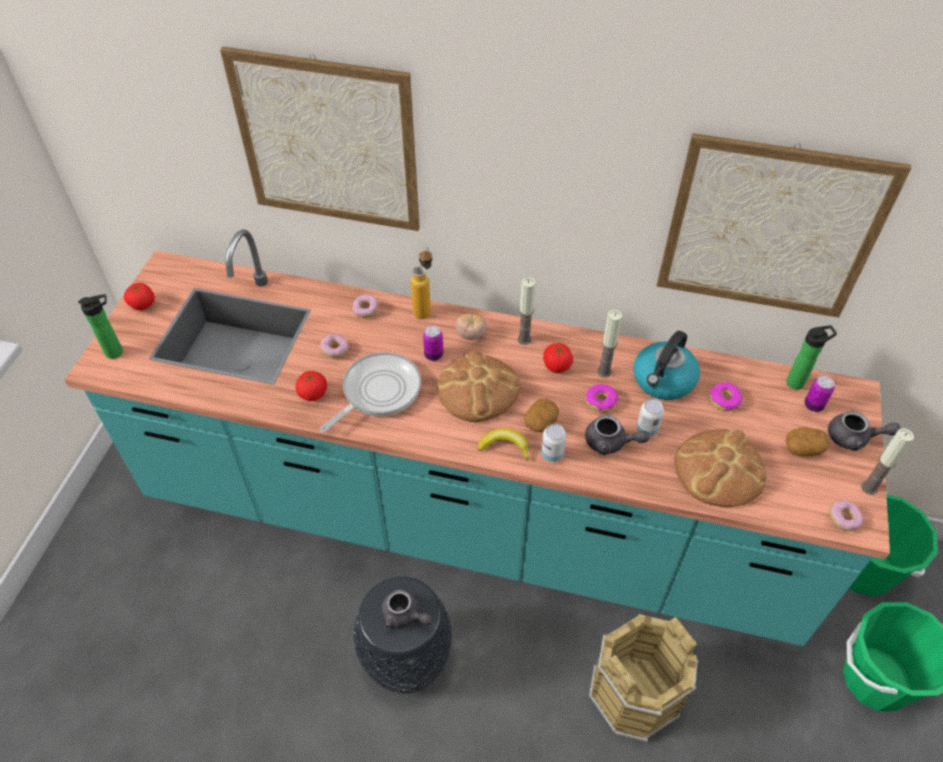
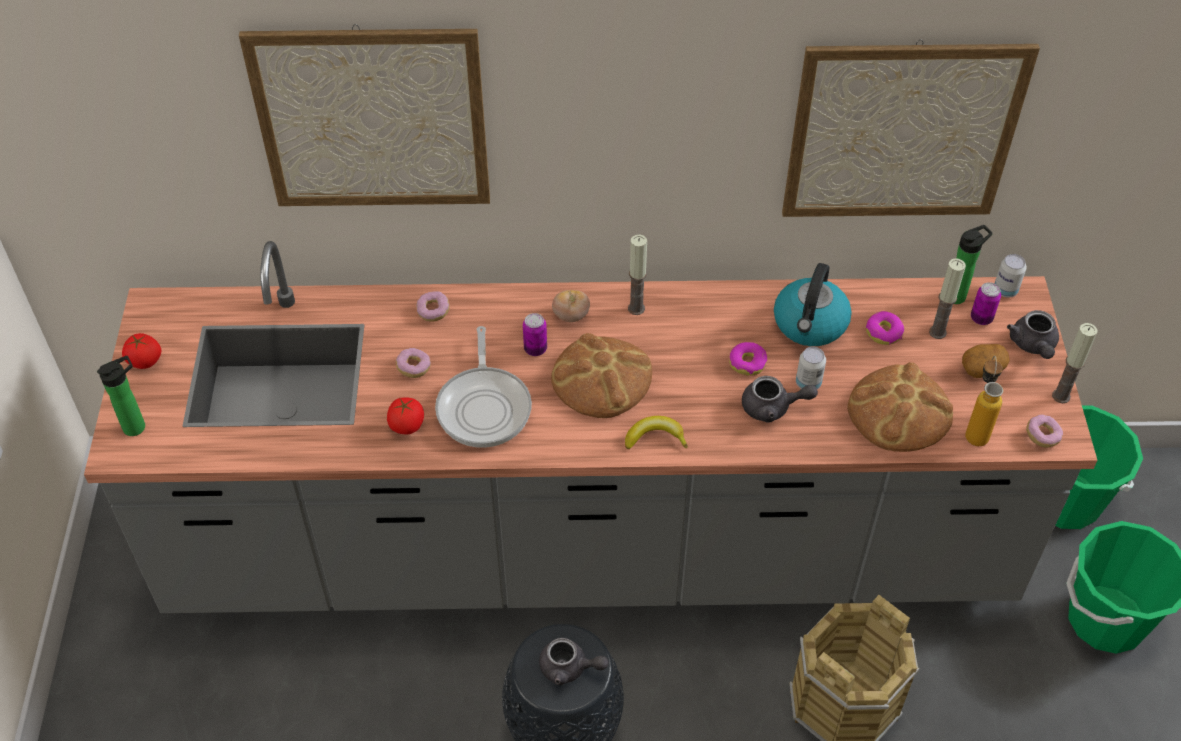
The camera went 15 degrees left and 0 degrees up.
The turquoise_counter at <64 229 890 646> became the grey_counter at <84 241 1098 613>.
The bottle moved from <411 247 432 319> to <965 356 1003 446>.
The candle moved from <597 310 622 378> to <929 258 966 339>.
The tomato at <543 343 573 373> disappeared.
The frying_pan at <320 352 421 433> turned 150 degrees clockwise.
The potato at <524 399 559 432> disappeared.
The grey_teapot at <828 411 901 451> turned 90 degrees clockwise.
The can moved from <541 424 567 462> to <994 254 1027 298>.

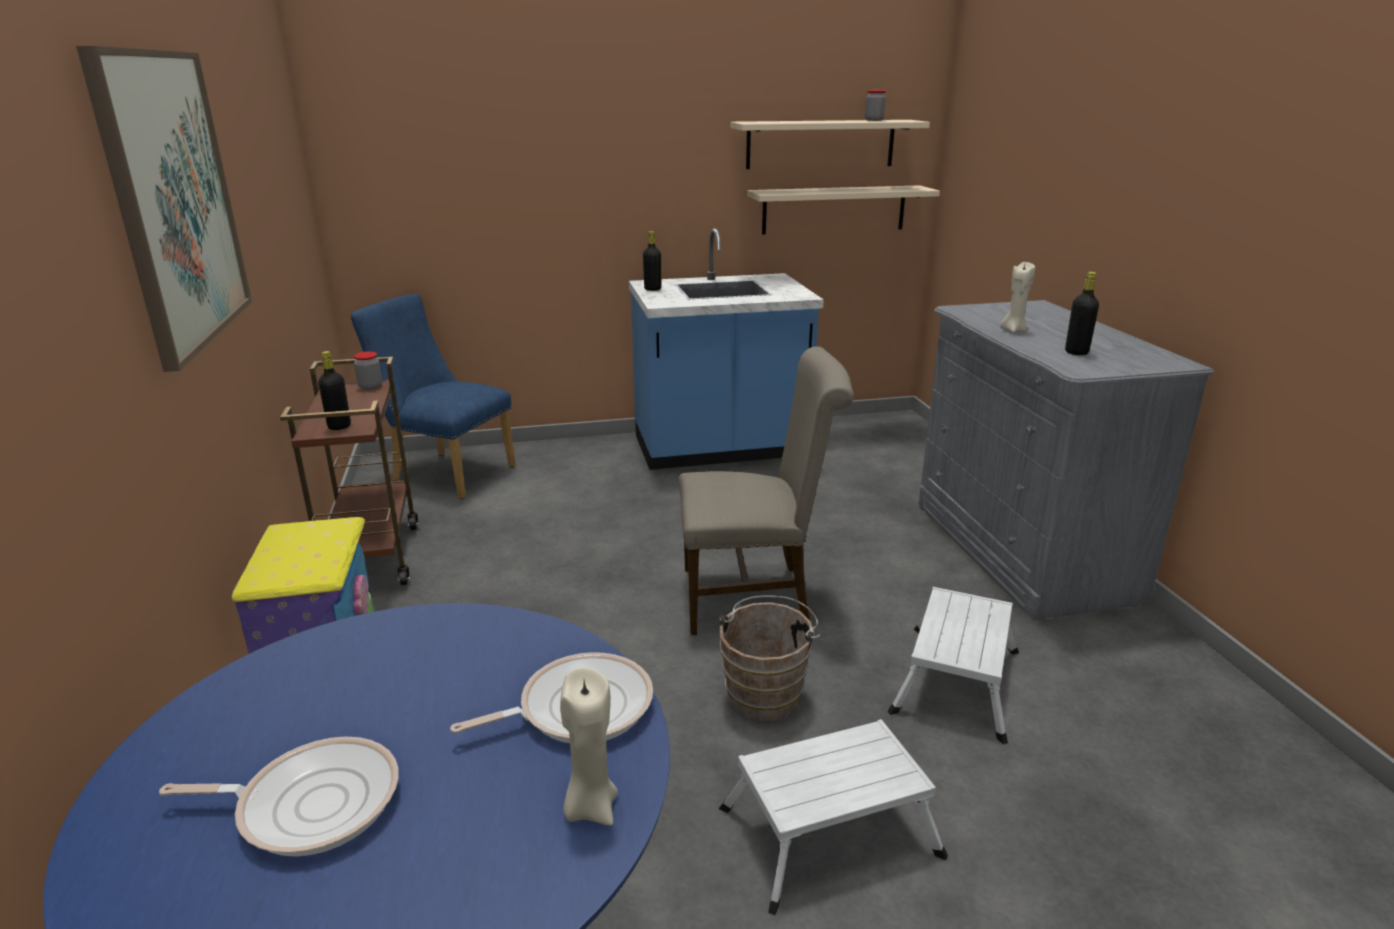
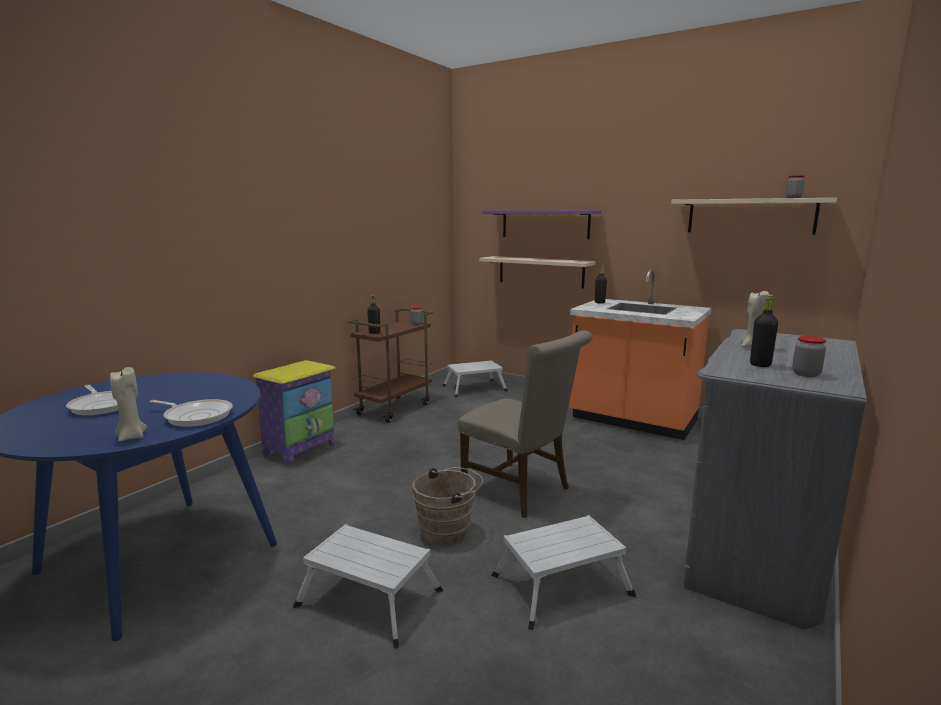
The camera went 45 degrees right and 10 degrees down.
The picture at <76 46 252 372> disappeared.
The beige_shelf moved from <747 185 940 235> to <479 256 595 289>.
The blue_counter at <629 229 824 470> became the orange_counter at <569 269 712 440>.
The blue_chair at <350 294 516 499> was replaced by the white_step_ladder at <443 360 508 398>.
The purple_shelf at <482 210 601 239> appeared.
The jar at <792 336 826 377> appeared.

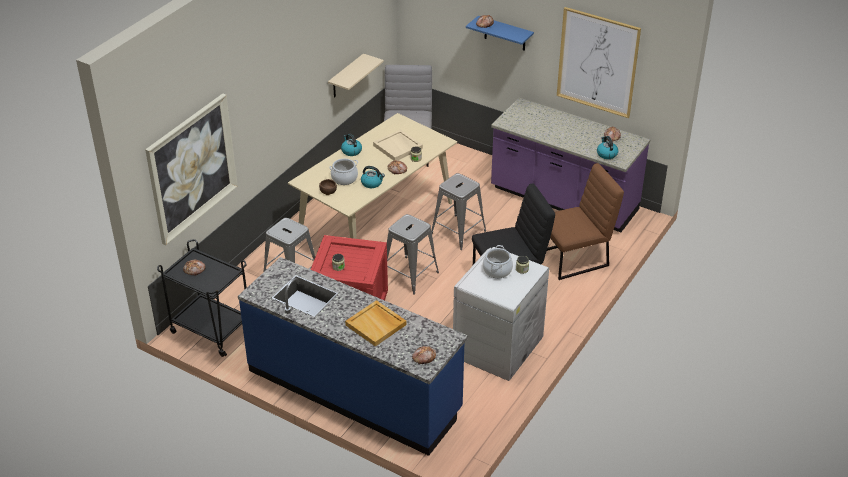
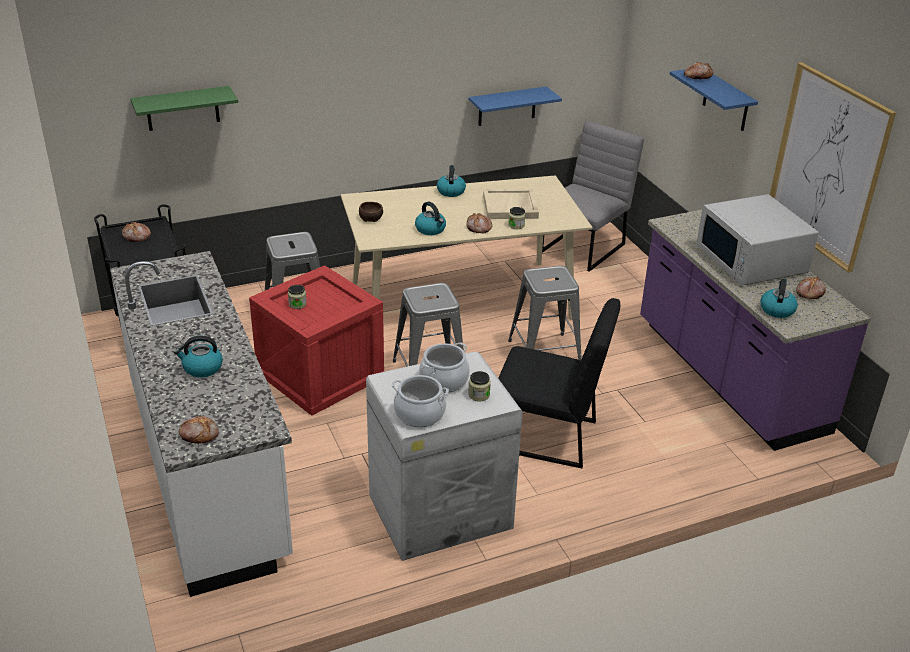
The camera went 35 degrees right and 5 degrees down.
The beige_shelf at <328 54 384 98> became the blue_shelf at <468 86 562 126>.
The picture at <145 94 238 245> was replaced by the green_shelf at <130 86 238 131>.
The cooking_pot moved from <329 158 358 185> to <391 375 449 427>.
The brown_chair at <547 163 624 280> disappeared.
The blue_counter at <238 257 468 456> became the white_counter at <110 251 293 597>.
The beige_tray at <345 300 406 346> was replaced by the kettle at <174 336 223 377>.
The white_microwave at <696 194 819 286> appeared.

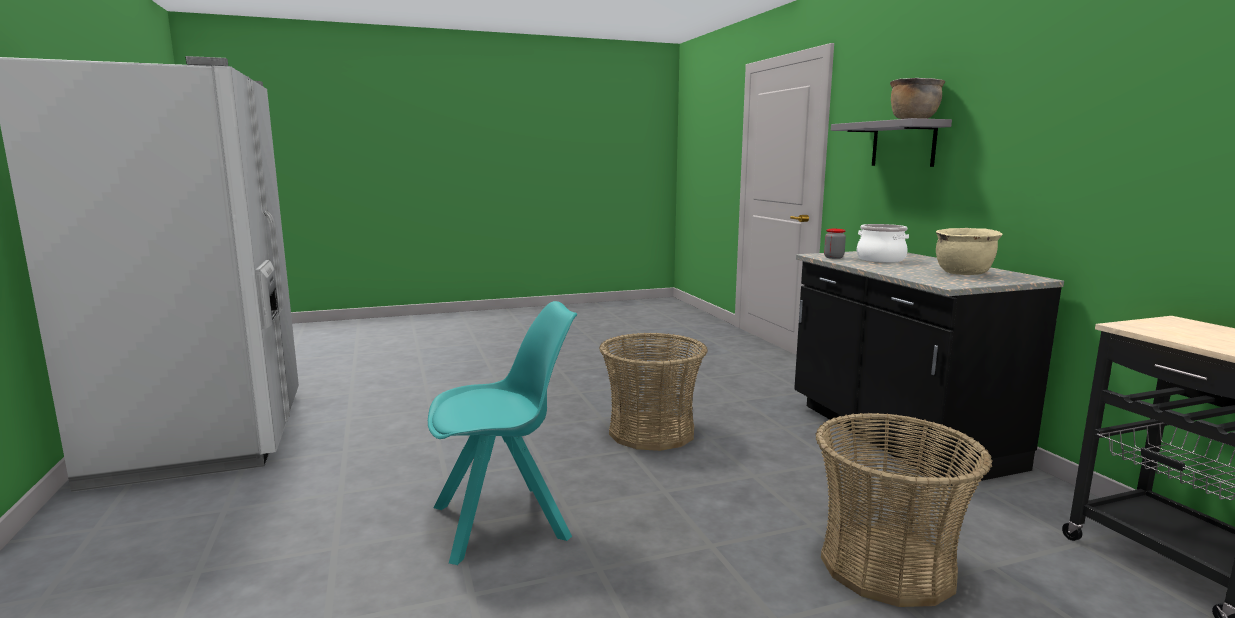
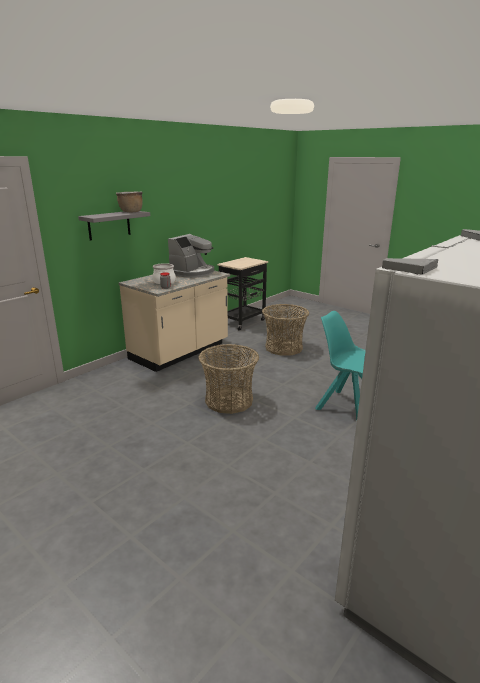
The camera went 120 degrees left and 10 degrees up.
The beige_cooking_pot at <936 228 1002 275> was replaced by the coffee_machine at <168 234 214 278>.
The black_counter at <794 251 1064 486> became the beige_counter at <119 271 230 372>.

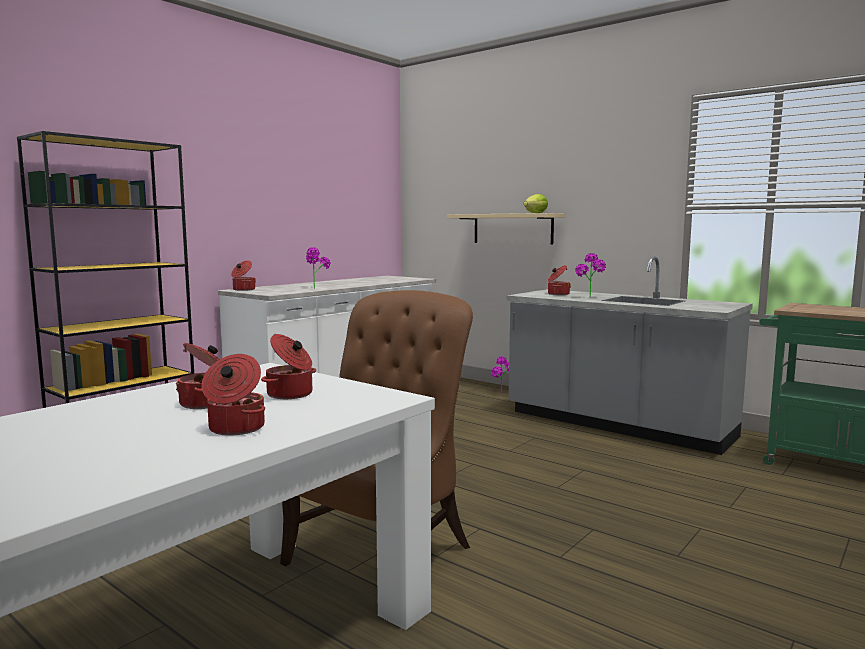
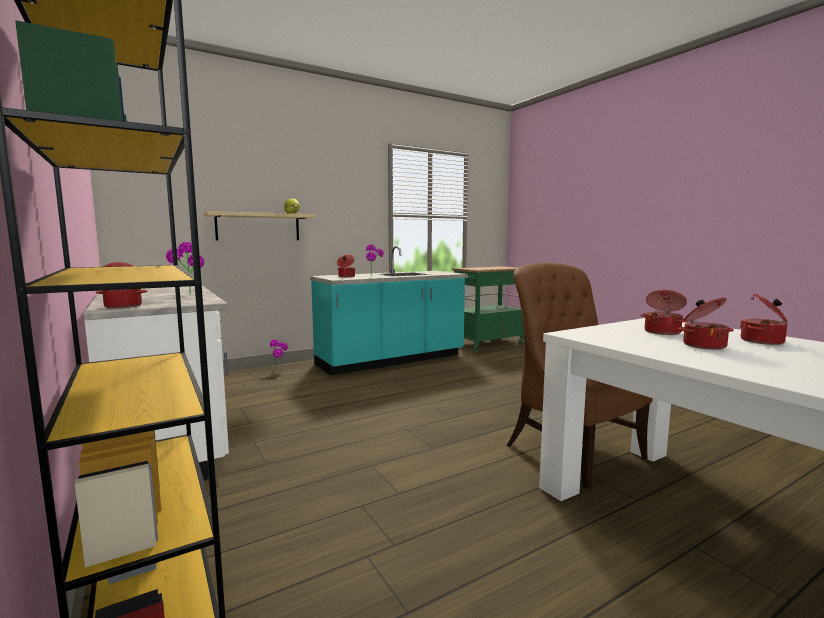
The camera went 70 degrees left and 0 degrees up.
The grey_counter at <506 256 753 455> became the turquoise_counter at <310 246 468 375>.

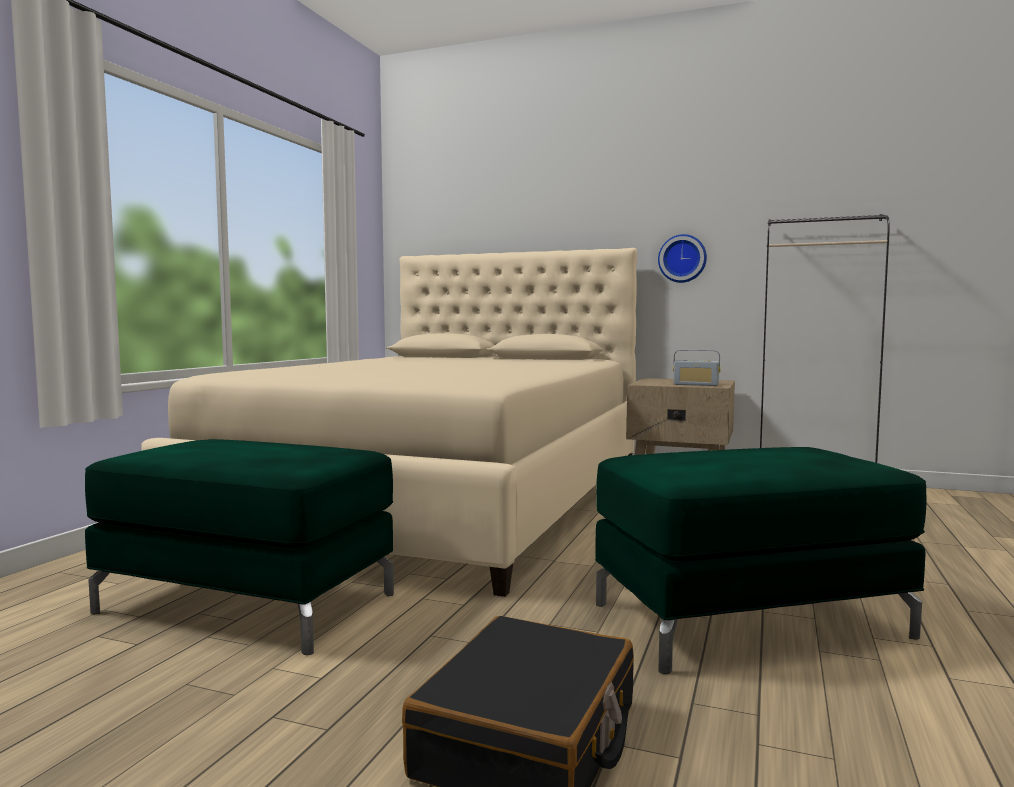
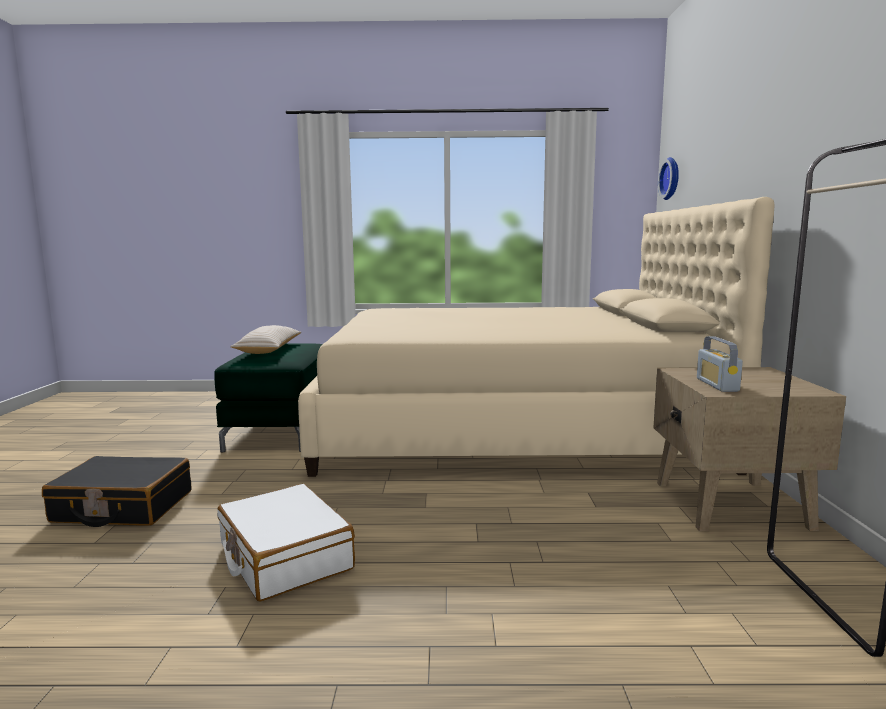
The camera went 70 degrees right and 5 degrees up.
The wall_clock moved from <658 234 707 283> to <658 157 679 200>.
The green_ottoman at <595 447 927 674> was replaced by the white_suitcase at <217 484 355 602>.
The beige_pillow at <231 325 301 354> appeared.

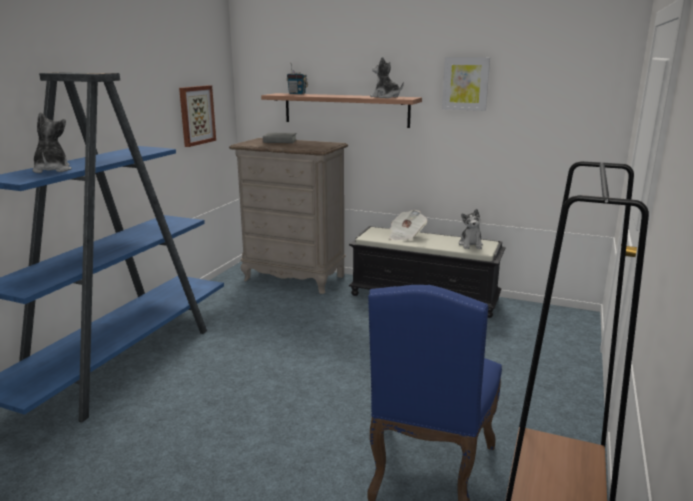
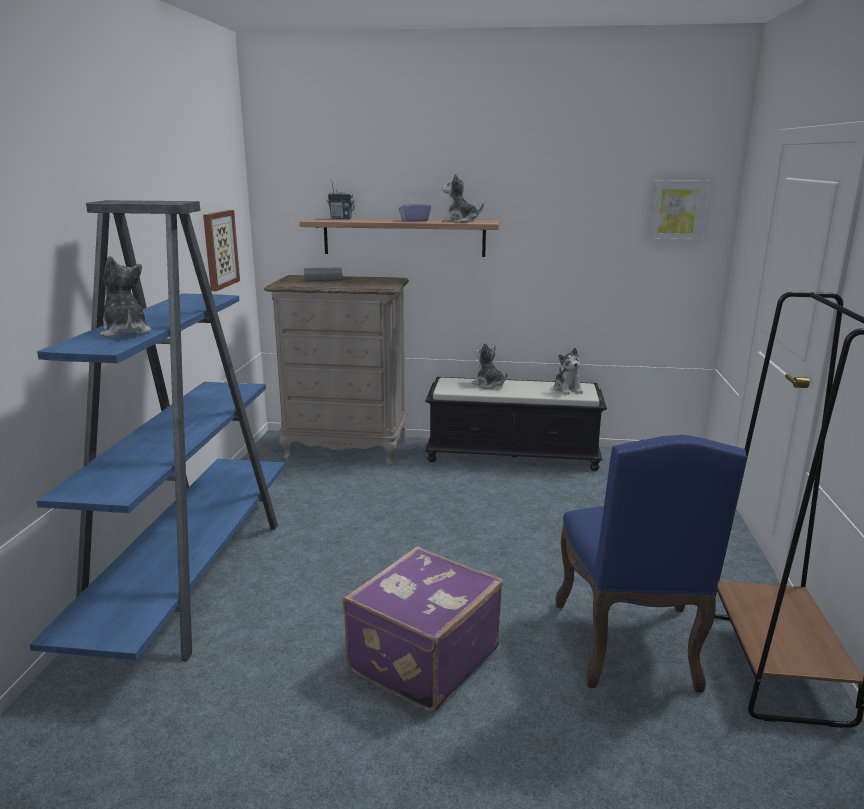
The camera went 15 degrees left and 0 degrees up.
The picture moved from <442 57 490 111> to <648 180 708 242>.
The newspaper at <389 210 427 240> was replaced by the plush_toy at <471 342 507 389>.
The purple_tissue_box at <399 197 431 222> appeared.
The purple_suitcase at <342 546 503 713> appeared.

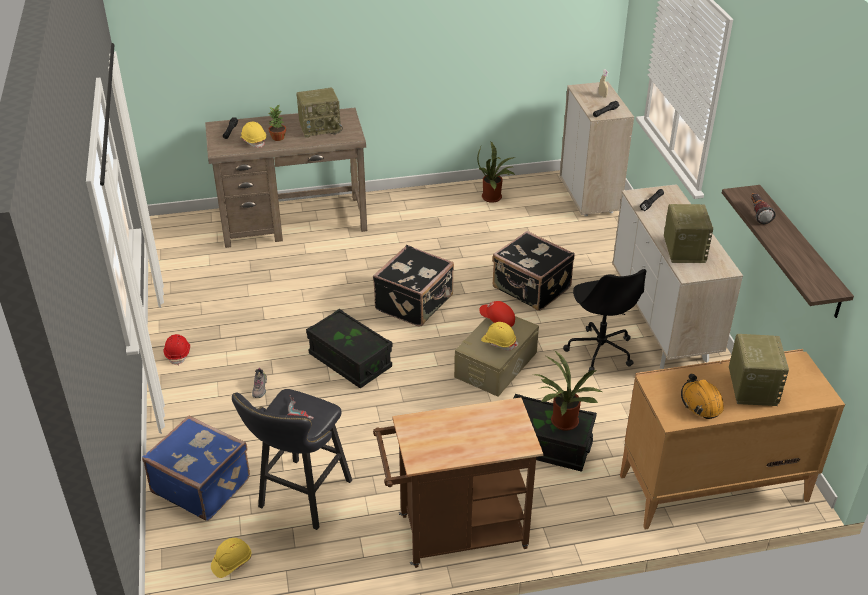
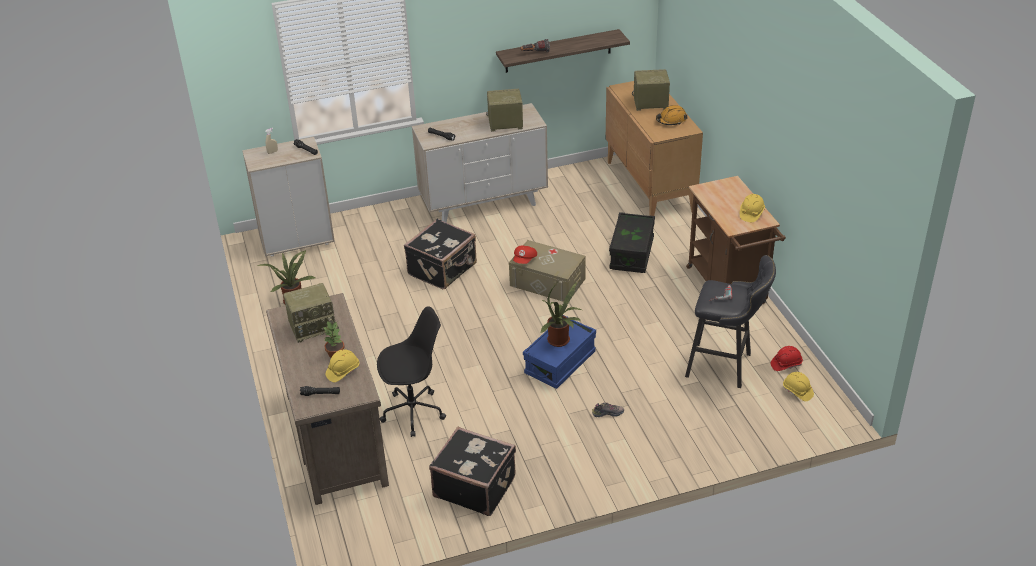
The camera went 95 degrees left and 0 degrees up.
The radio at <296 87 343 138> turned 90 degrees clockwise.
The black_suitcase moved from <373 245 454 327> to <429 427 516 516>.
The black_office_chair moved from <563 269 647 371> to <377 306 446 437>.
The black_storage_box at <306 309 393 388> became the blue_storage_box at <523 315 596 389>.
The yellow_hard_hat moved from <481 322 516 351> to <740 194 765 222>.
The red_hard_hat moved from <163 334 190 366> to <771 346 803 371>.
The potted_plant moved from <534 351 602 431> to <540 282 581 347>.
The blue_suitcase at <142 415 250 521> disappeared.

